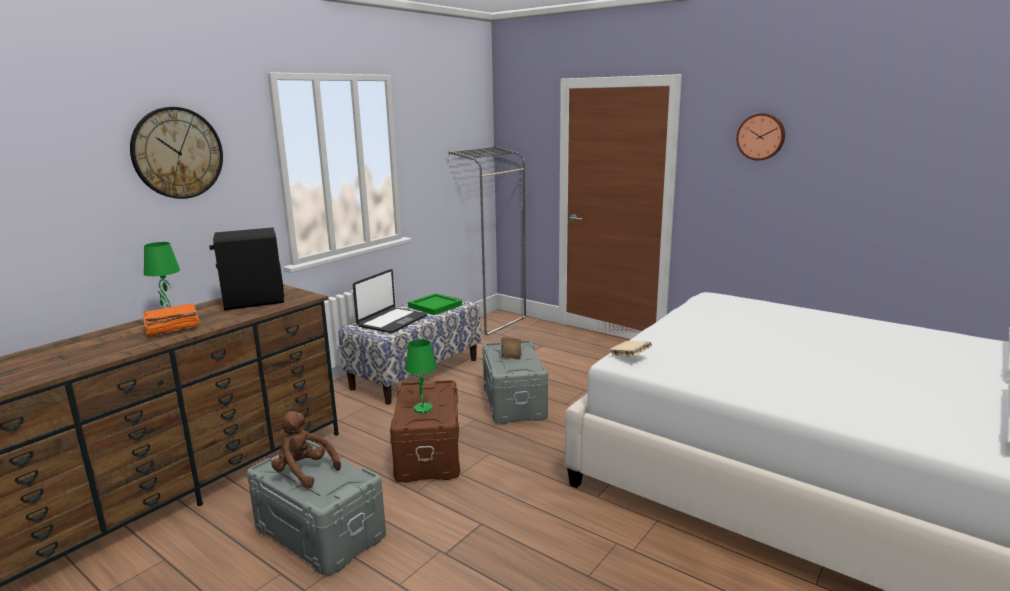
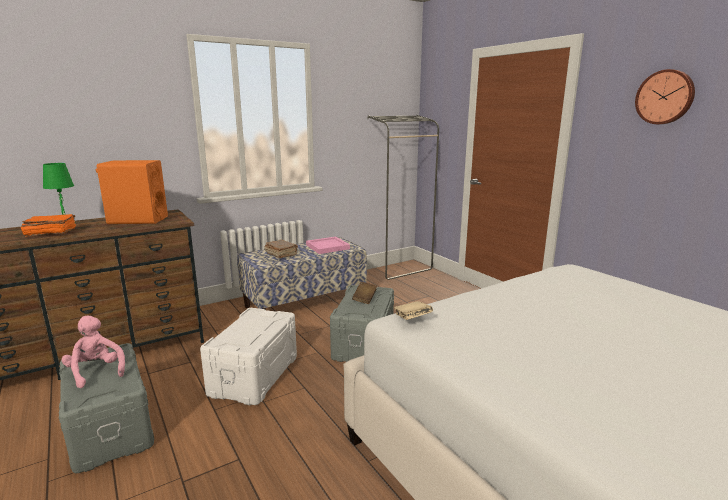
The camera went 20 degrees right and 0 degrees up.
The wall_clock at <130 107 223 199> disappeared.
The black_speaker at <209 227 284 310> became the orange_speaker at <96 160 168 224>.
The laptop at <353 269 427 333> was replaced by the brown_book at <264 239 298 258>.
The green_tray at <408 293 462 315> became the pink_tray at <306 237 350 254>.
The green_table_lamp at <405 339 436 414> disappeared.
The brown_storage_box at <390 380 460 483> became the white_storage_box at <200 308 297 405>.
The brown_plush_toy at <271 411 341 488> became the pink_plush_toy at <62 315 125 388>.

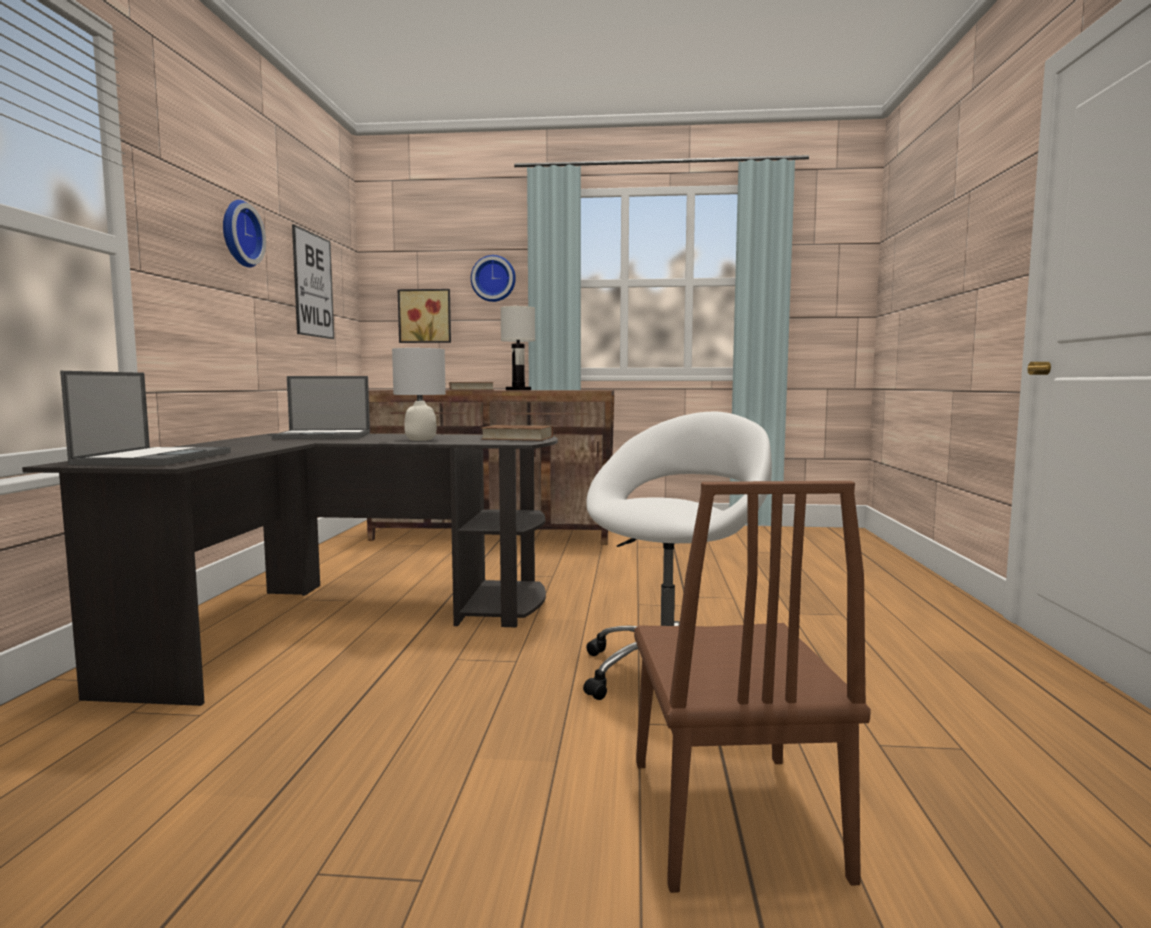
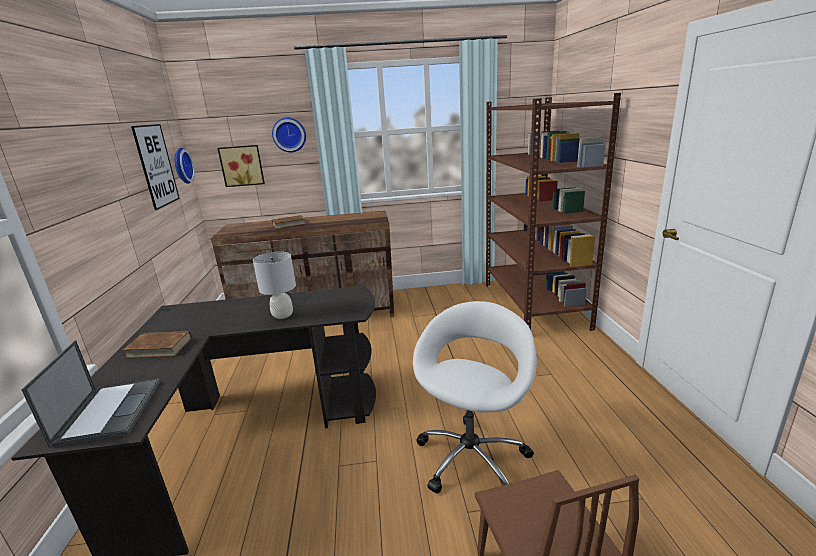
The camera went 10 degrees left and 15 degrees up.
The wall_clock moved from <223 200 266 268> to <174 148 195 184>.
The white_table_lamp at <500 306 535 390> disappeared.
The laptop at <272 376 370 439> disappeared.
The brown_book moved from <481 425 553 441> to <123 331 192 358>.
The brown_bookcase at <486 93 621 331> appeared.

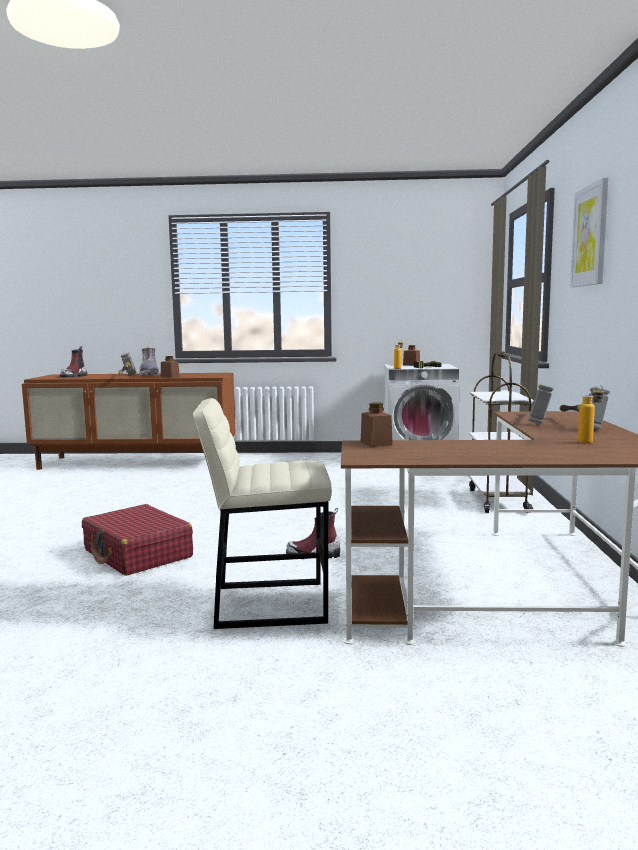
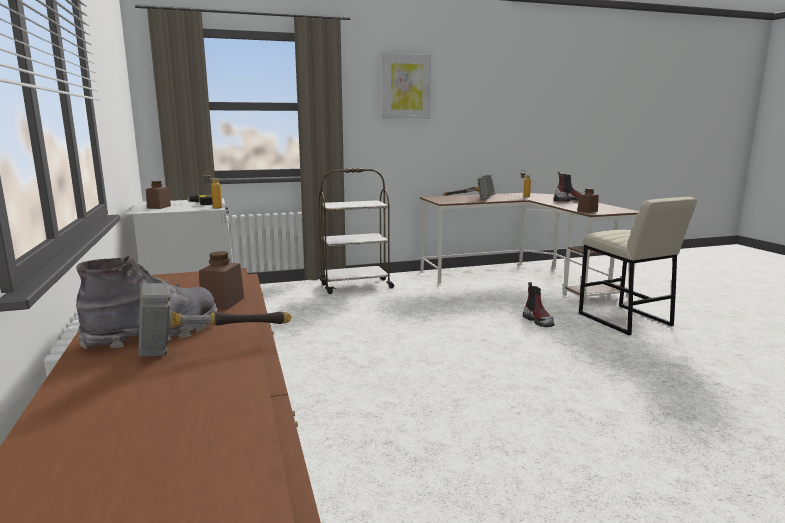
The camera went 110 degrees left and 5 degrees up.
The boot moved from <60 346 87 377> to <554 171 585 202>.
The red_suitcase at <82 504 193 576> disappeared.

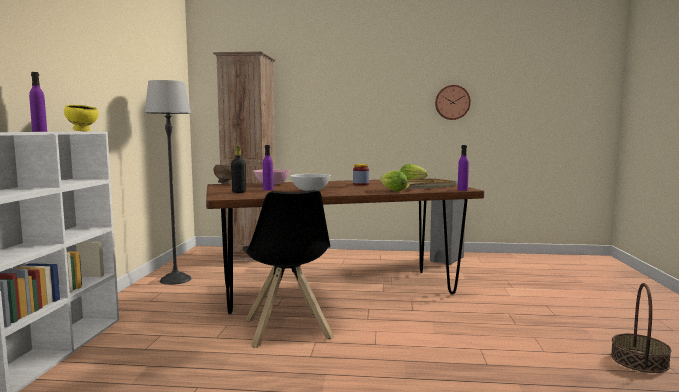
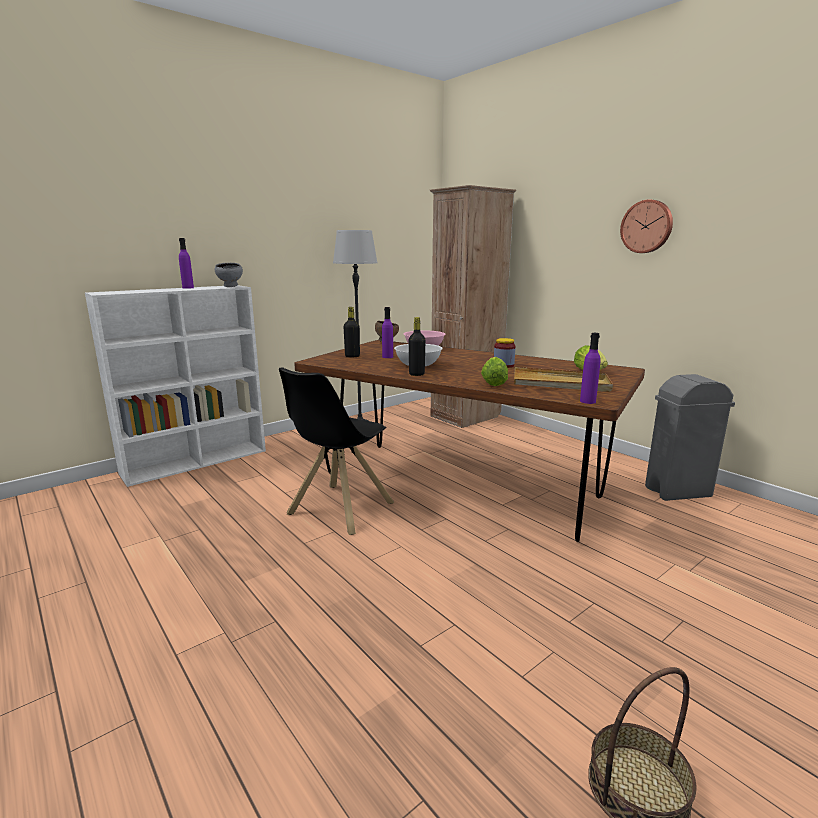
The camera went 45 degrees right and 10 degrees up.
The wall_clock moved from <435 85 471 120> to <620 199 673 253>.
The yellow_bowl at <64 105 99 131> became the grey_bowl at <214 263 243 287>.
The black_bottle at <409 317 426 376> appeared.

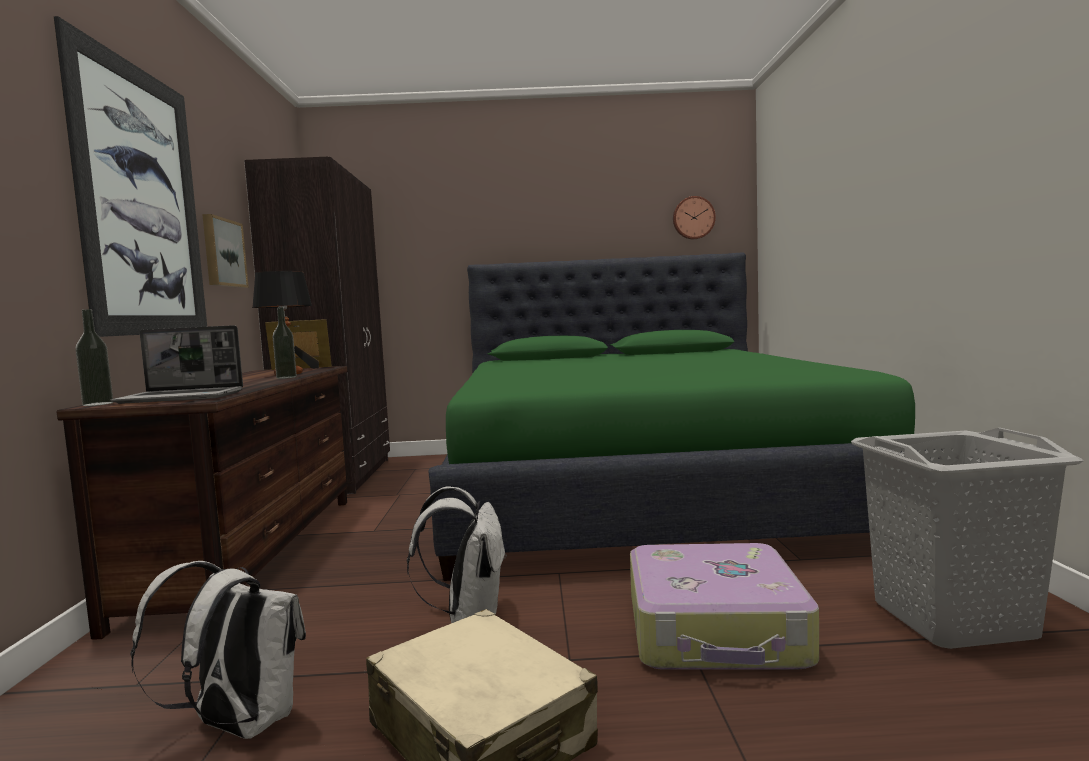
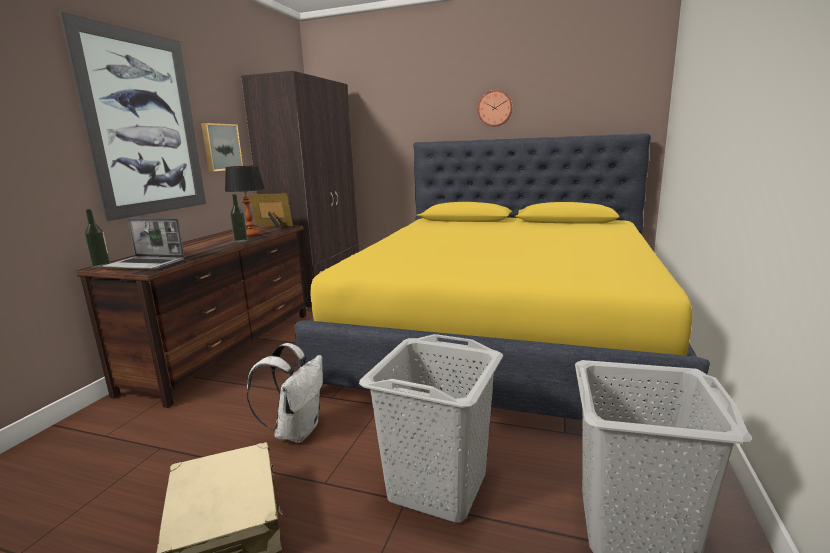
The camera went 20 degrees right and 10 degrees up.
The wall_clock moved from <673 196 716 239> to <478 90 513 127>.
The green_bed at <428 253 943 581> became the yellow_bed at <294 133 710 421>.
The suitcase at <630 543 819 670> was replaced by the grey_laundry_basket at <359 334 503 523>.
The white_backpack at <131 561 306 739> disappeared.

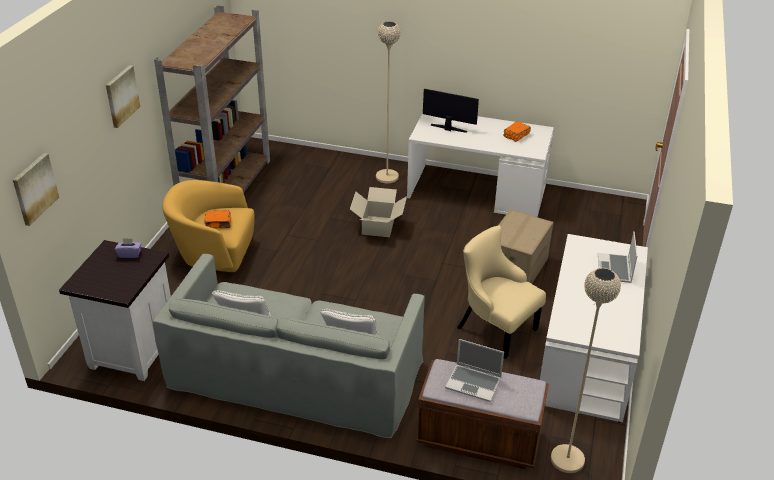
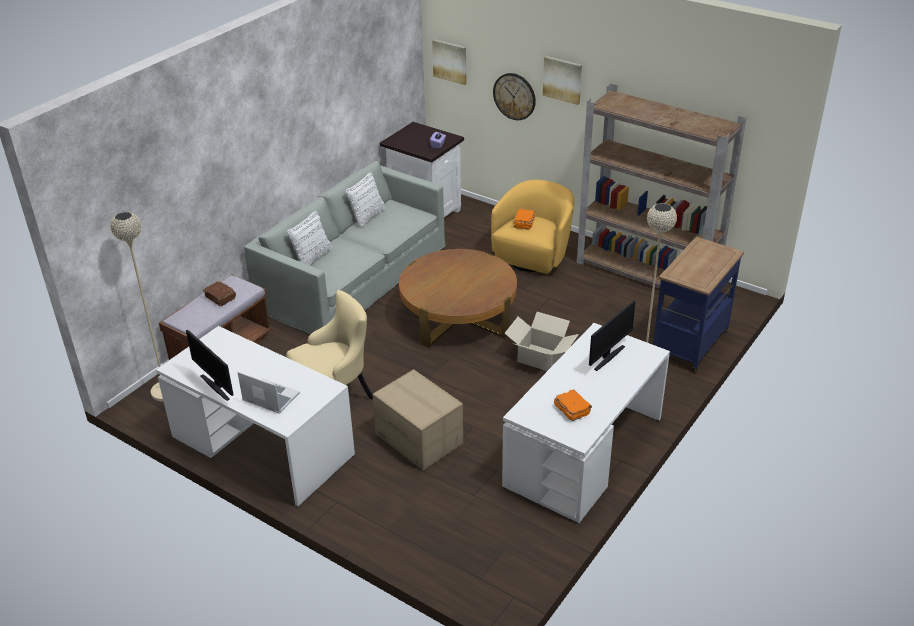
The camera went 110 degrees right and 0 degrees up.
The laptop at <445 339 504 402> was replaced by the brown_book at <203 281 236 306>.
The wall_clock at <493 73 536 120> appeared.
The blue_cart at <653 237 744 373> appeared.
The brown_coffee_table at <399 249 517 348> appeared.
The monitor at <186 330 233 401> appeared.

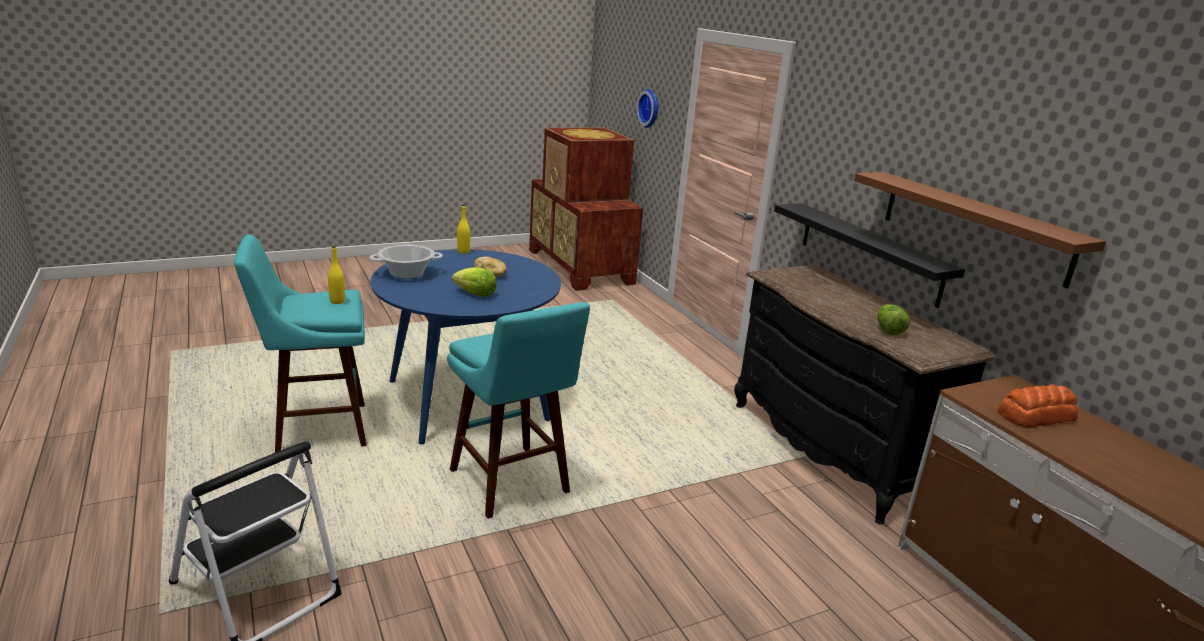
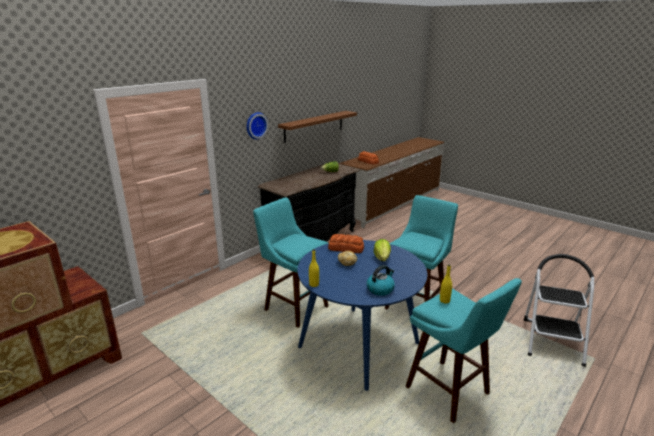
The camera went 110 degrees left and 0 degrees up.
The wall_clock moved from <637 89 658 128> to <247 112 268 140>.
The black_shelf at <774 203 965 308> disappeared.
The cooking_pot at <369 245 443 279> was replaced by the kettle at <366 265 395 296>.
The turquoise_stool at <253 198 329 328> appeared.
The bread at <328 234 364 253> appeared.

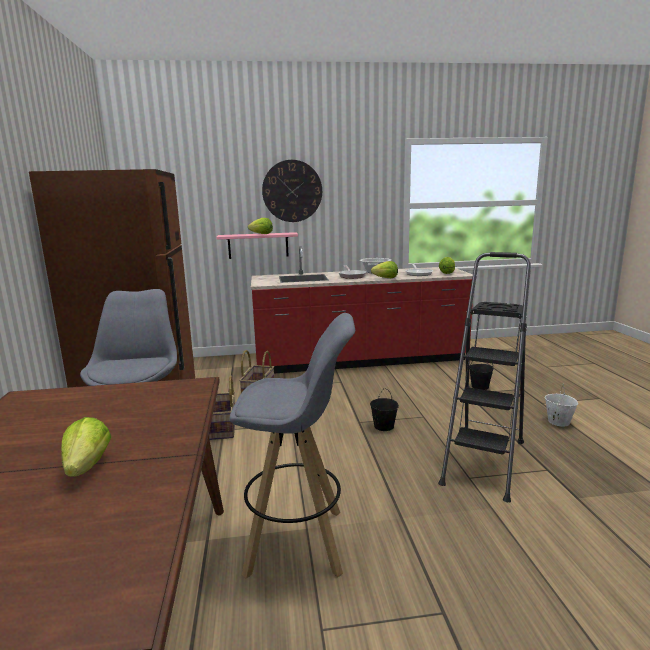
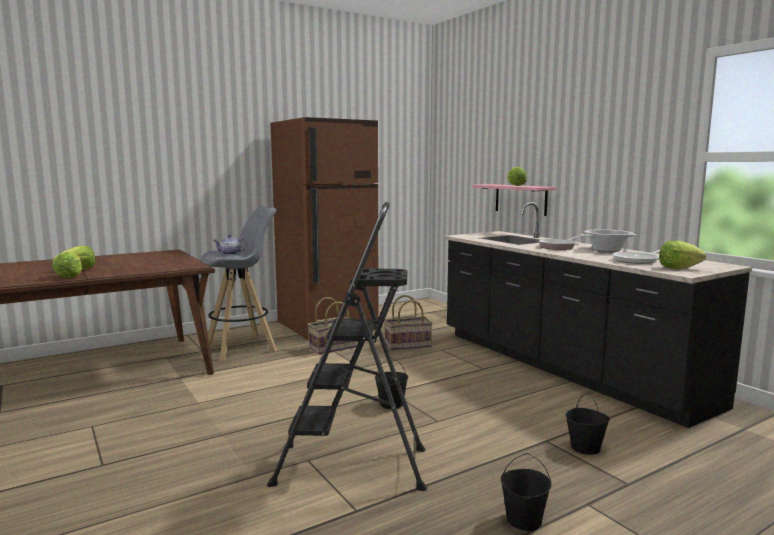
The camera went 65 degrees right and 5 degrees down.
The wall_clock at <262 160 322 222> disappeared.
The red_counter at <251 246 477 373> became the black_counter at <444 202 752 428>.
The lettuce moved from <371 261 398 278> to <52 252 82 278>.
The grey_stool at <230 313 355 579> disappeared.
The white_bucket at <545 384 578 427> became the black_bucket at <501 453 552 531>.
The teapot at <213 235 247 255> appeared.

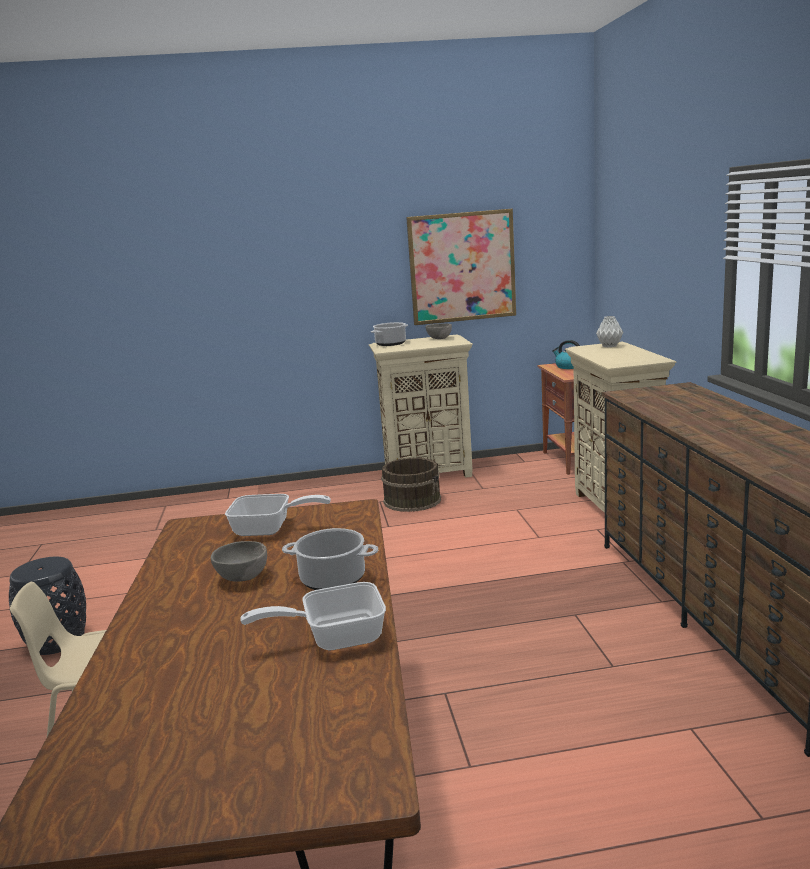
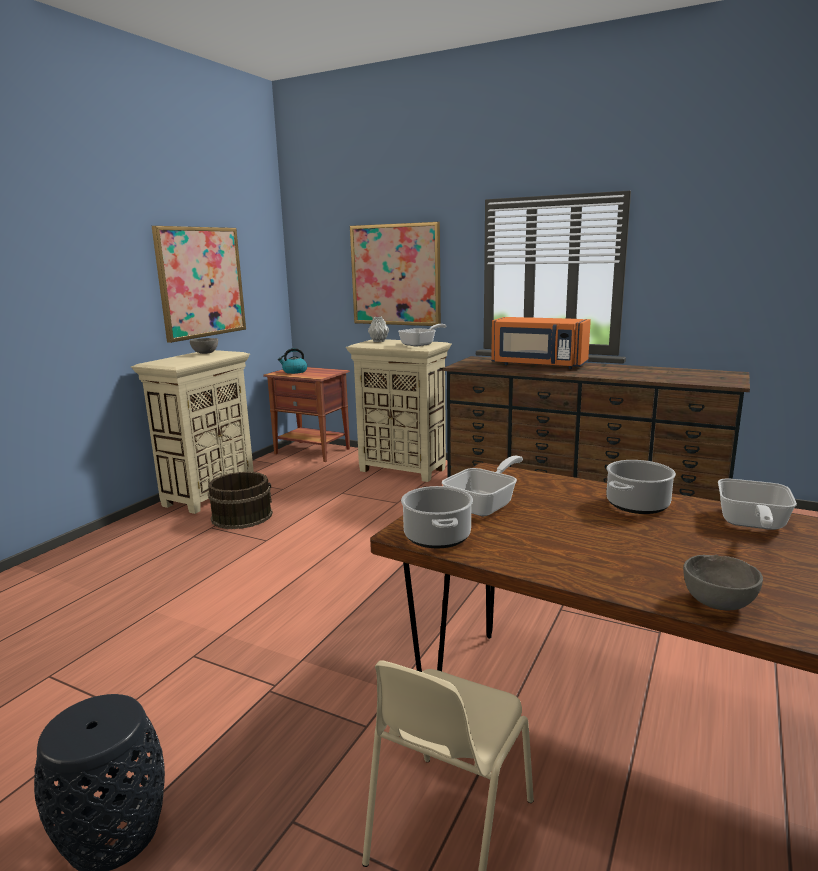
The camera went 55 degrees left and 0 degrees up.
The cooking_pot moved from <371 322 408 346> to <401 486 473 549>.
The grey_bowl moved from <211 541 267 582> to <683 555 763 610>.
The picture at <350 222 441 326> appeared.
The orange_microwave at <491 317 591 369> appeared.
The frying_pan at <398 324 447 347> appeared.

